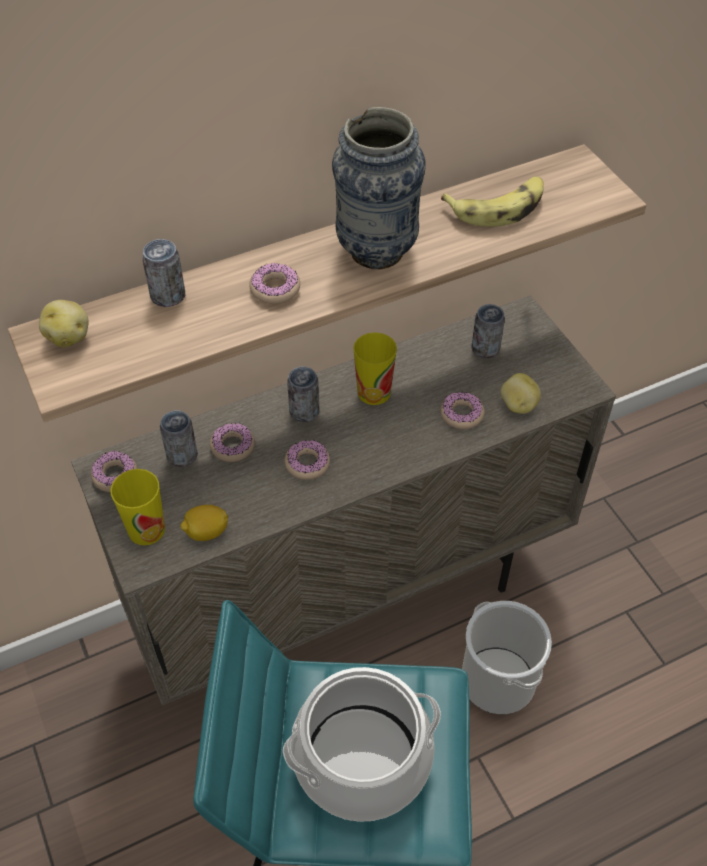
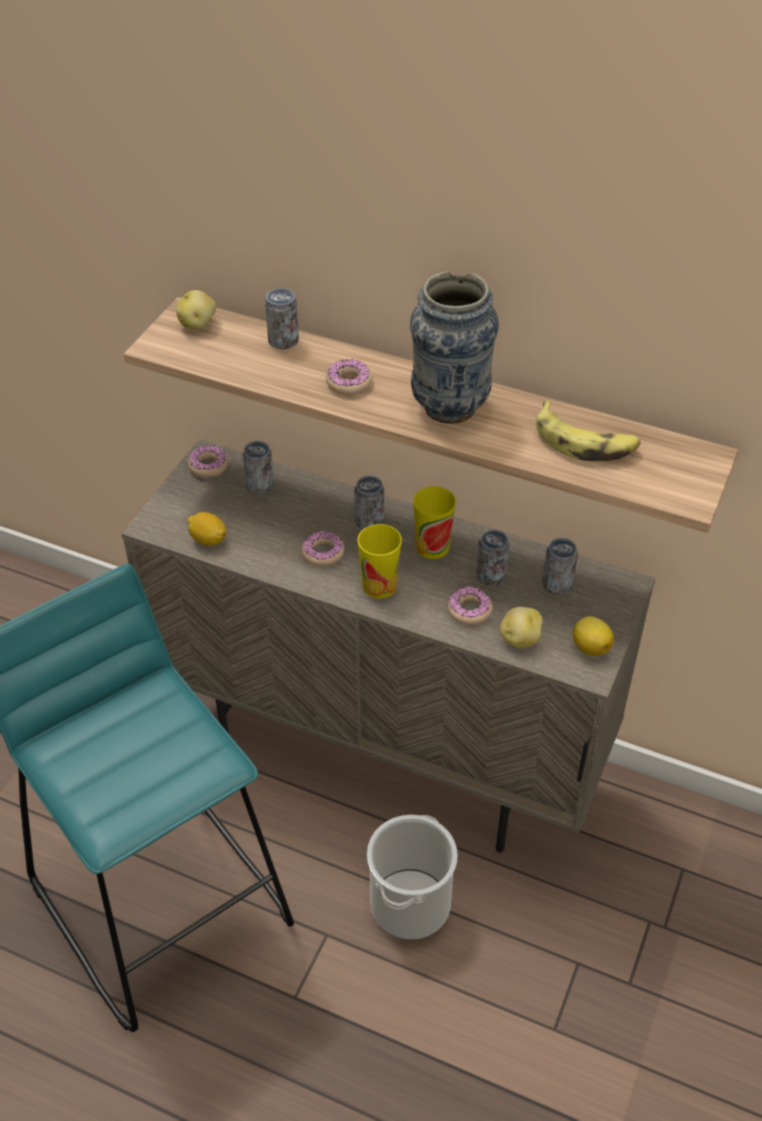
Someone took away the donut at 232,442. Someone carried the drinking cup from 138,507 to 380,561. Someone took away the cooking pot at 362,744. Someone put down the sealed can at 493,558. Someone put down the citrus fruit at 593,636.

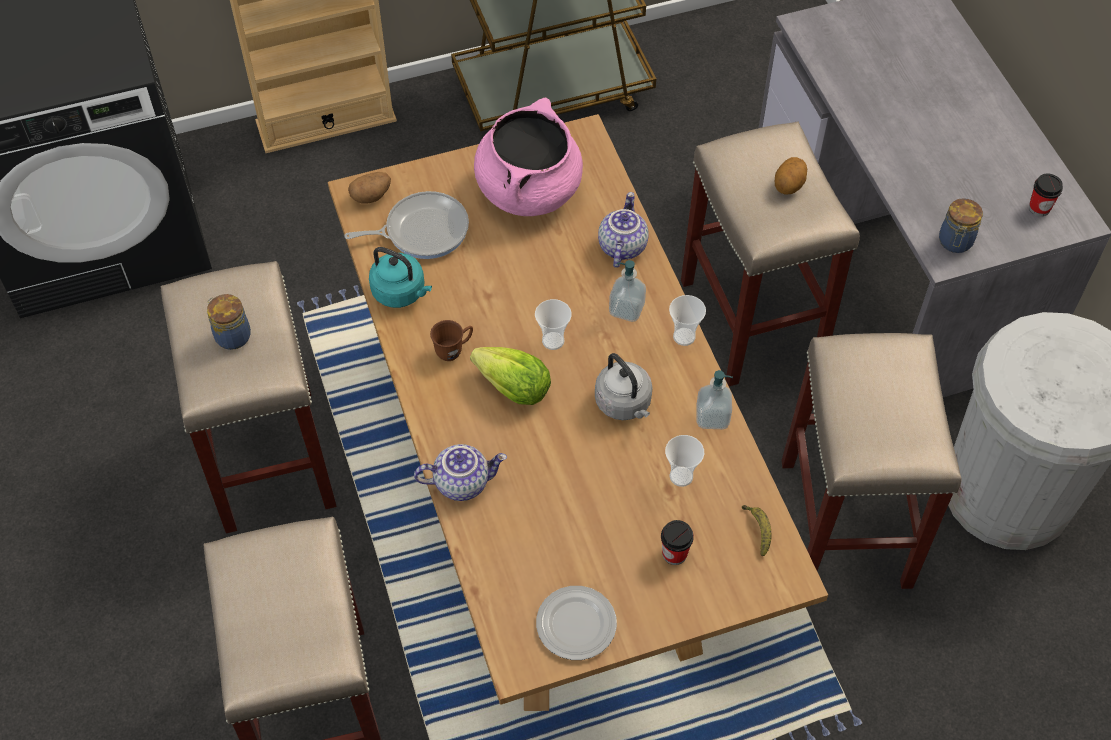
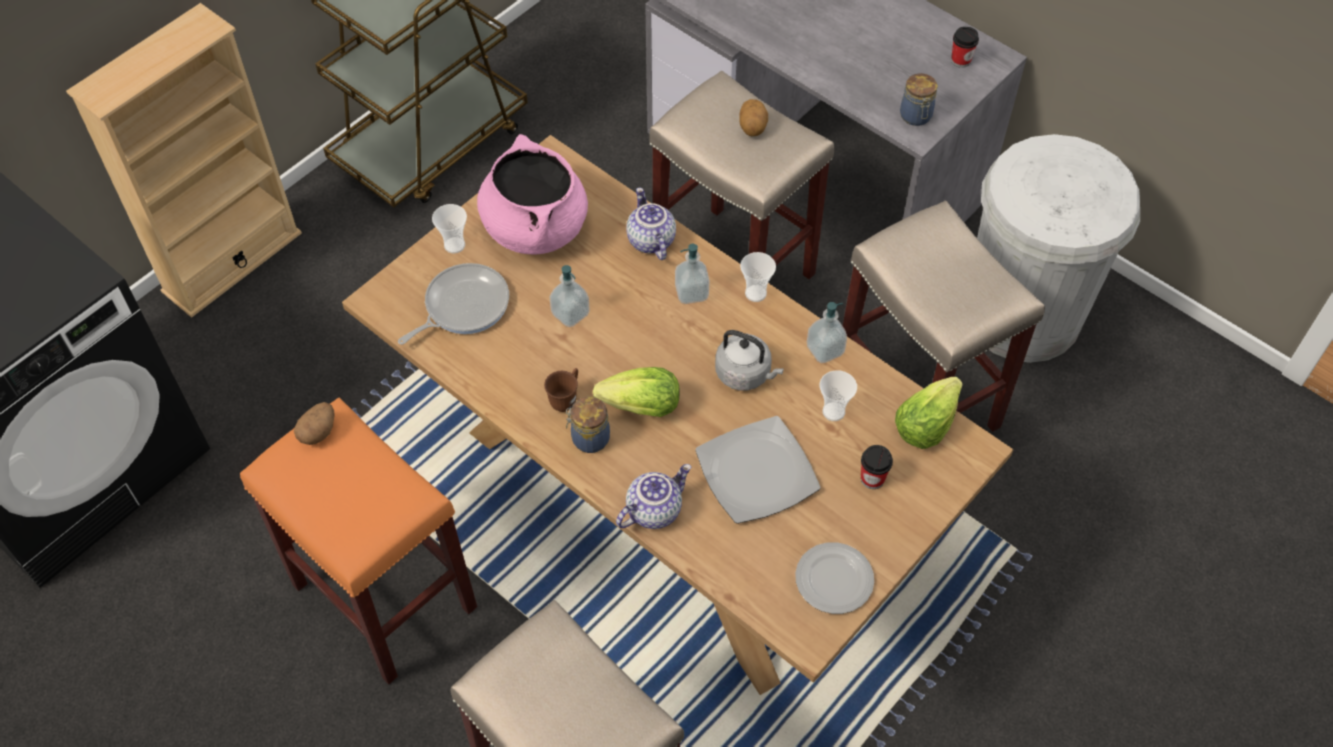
Someone carried the whole potato from 369,188 to 314,423. Someone took away the turquoise tea kettle at 400,277. Someone repainted the beige-coloured stool at 249,397, which became the orangey stool at 358,540. Someone carried the jar from 229,322 to 588,425. Someone carried the drinking cup from 553,324 to 449,229. Someone swapped the banana at 756,530 for the lettuce at 929,413. Someone put down the liquid soap bottle at 569,296. Someone put down the flat dish at 758,470.

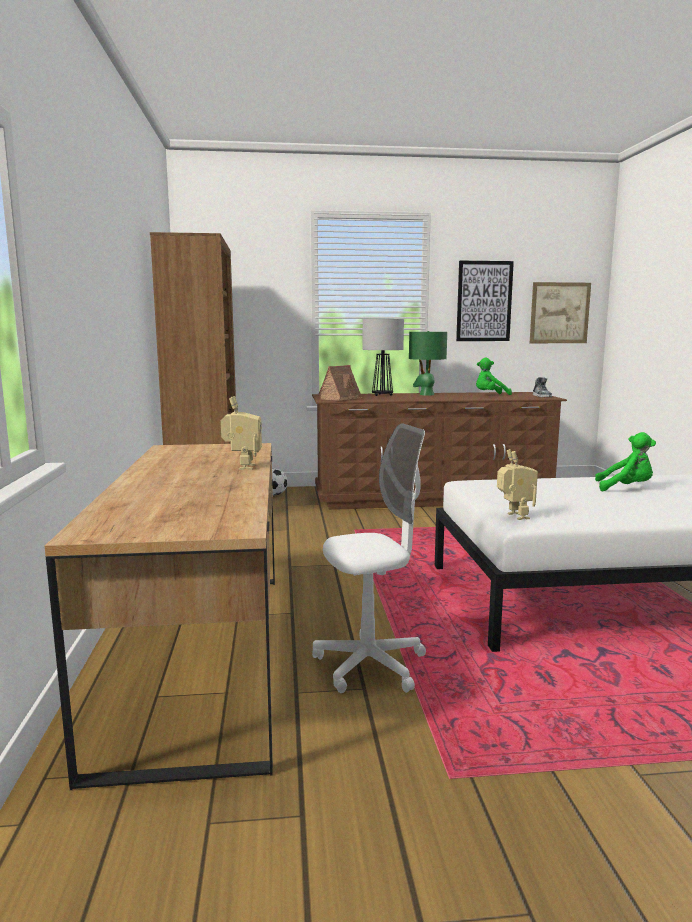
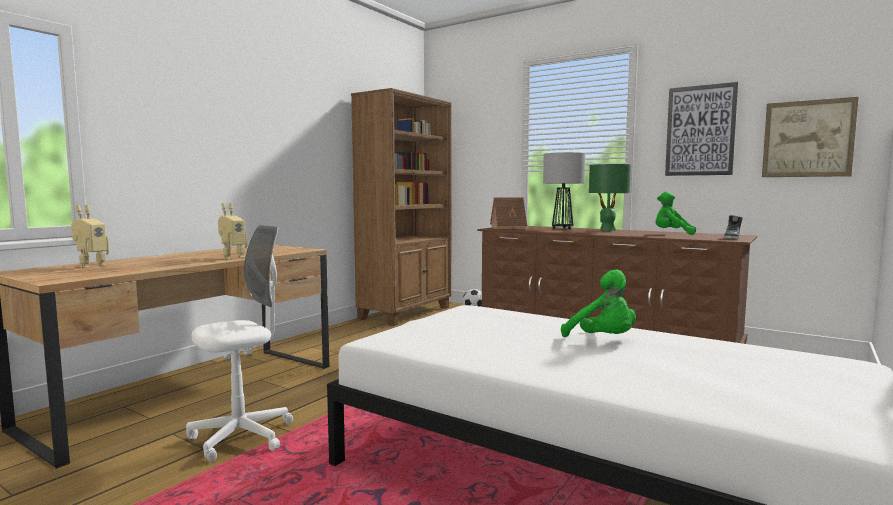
Someone rotated the whitish desk chair at 369,558 by 60 degrees counterclockwise. Someone carried the robot figure from 517,484 to 90,236.

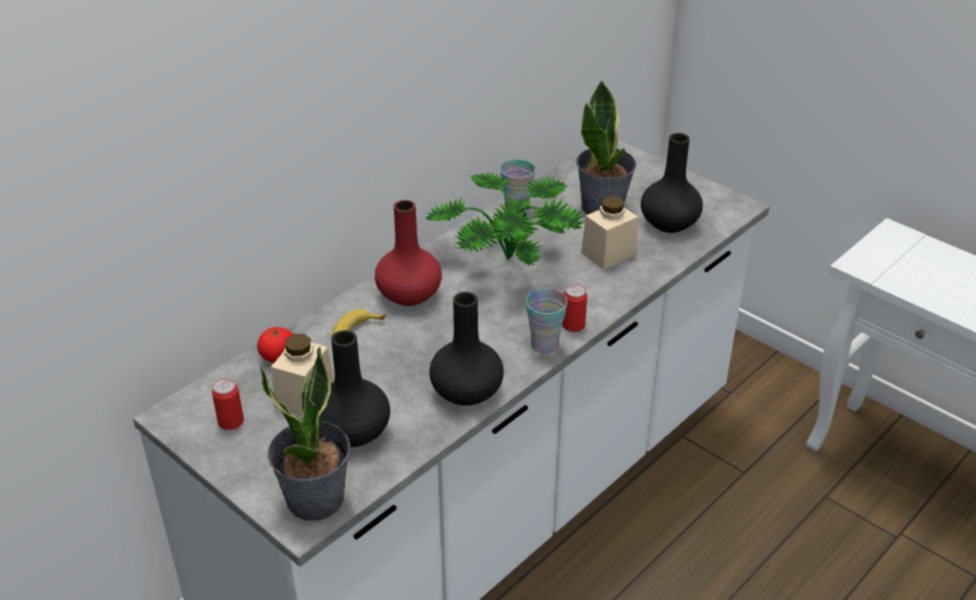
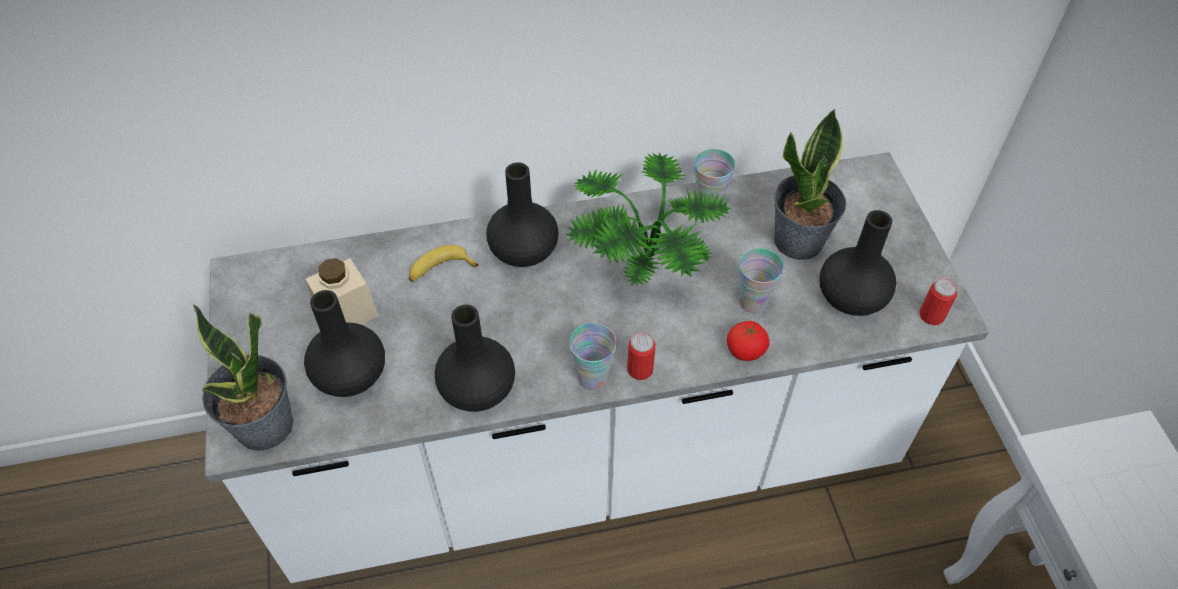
Someone swapped the beige-coloured jar at 609,233 for the drinking cup at 761,280. Someone repainted the reddish decorative vase at 408,253, which became the black-coloured decorative vase at 522,214. Someone carried the tomato from 275,345 to 748,341. Someone carried the sealed can from 228,404 to 938,301.

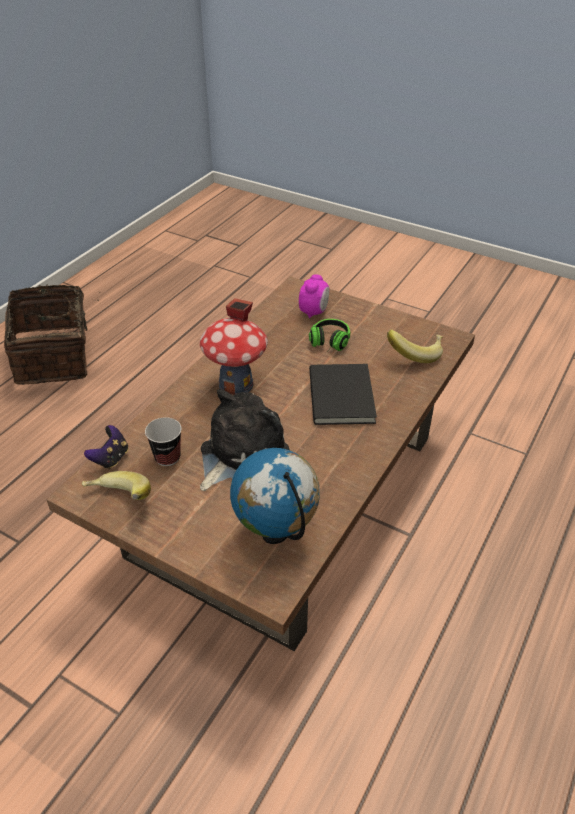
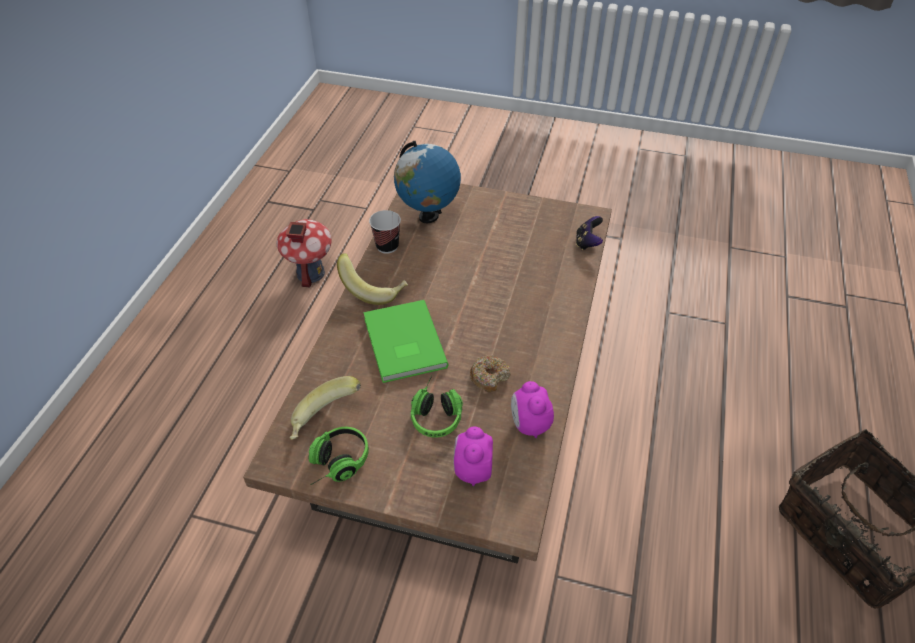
Someone carried the model house from 234,346 to 304,253. Someone repainted the black-coloured bound book at 343,394, which became the green-coloured bound book at 406,341. Someone took away the cuddly toy at 244,440. Someone carried the drinking cup from 163,441 to 385,232. Someone carried the banana from 116,485 to 372,279. Someone put down the donut at 490,374. Someone put down the table clock at 532,409. Someone put down the headset at 339,456.

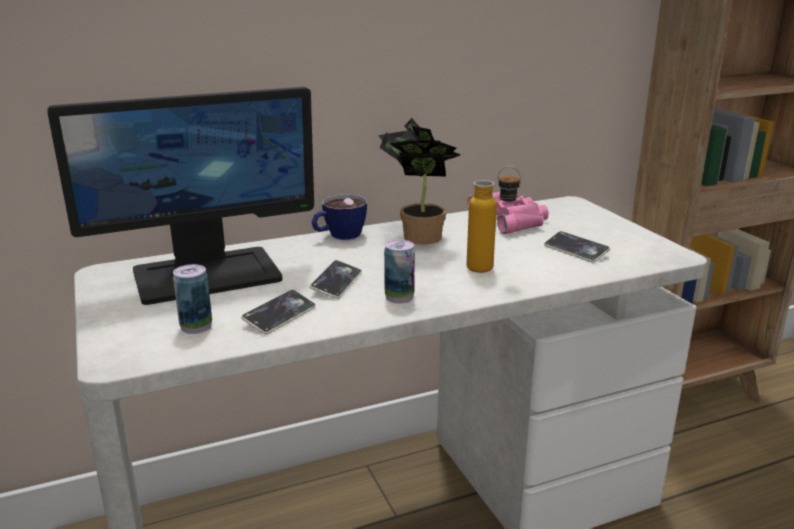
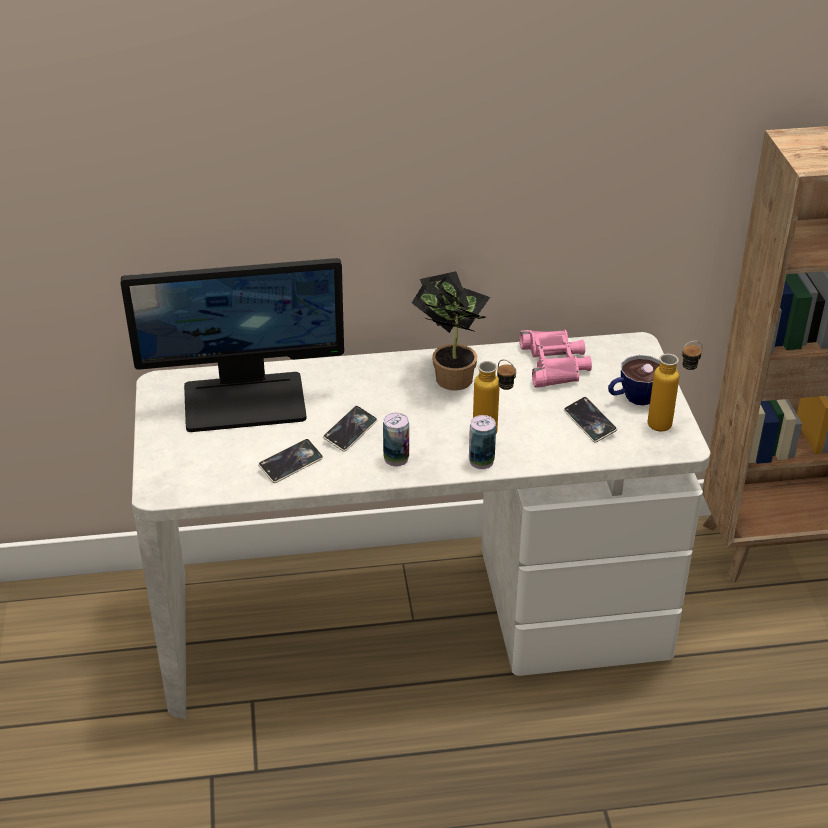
Someone carried the drinking cup from 339,217 to 634,380. Someone carried the sealed can from 192,299 to 482,442. Someone put down the beverage bottle at 675,386.

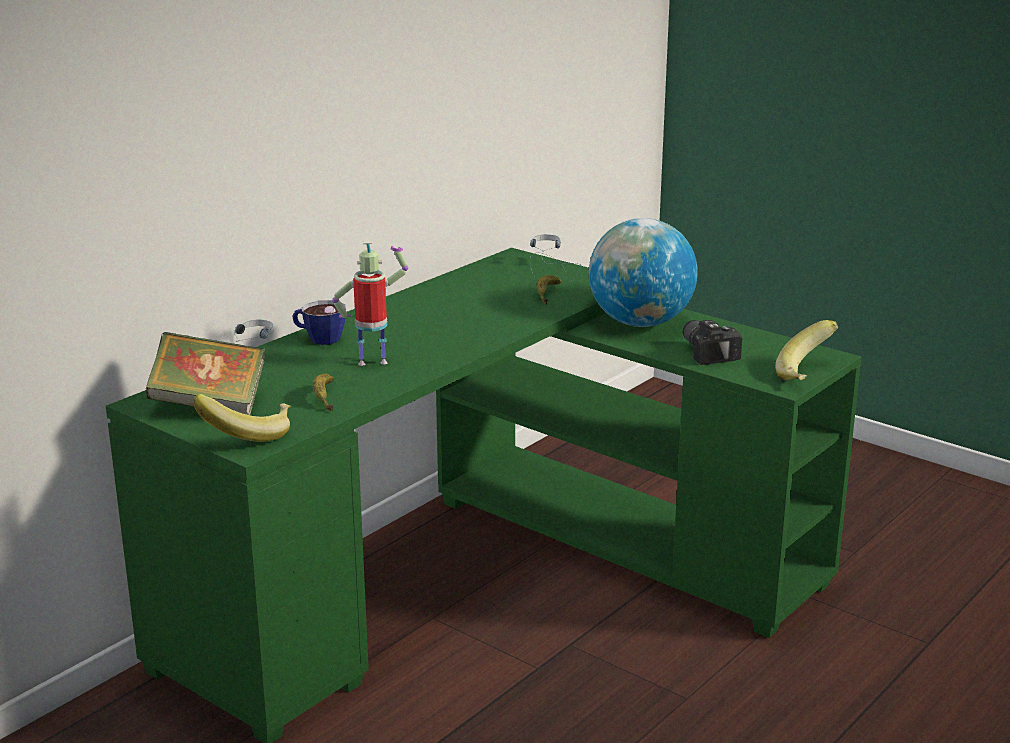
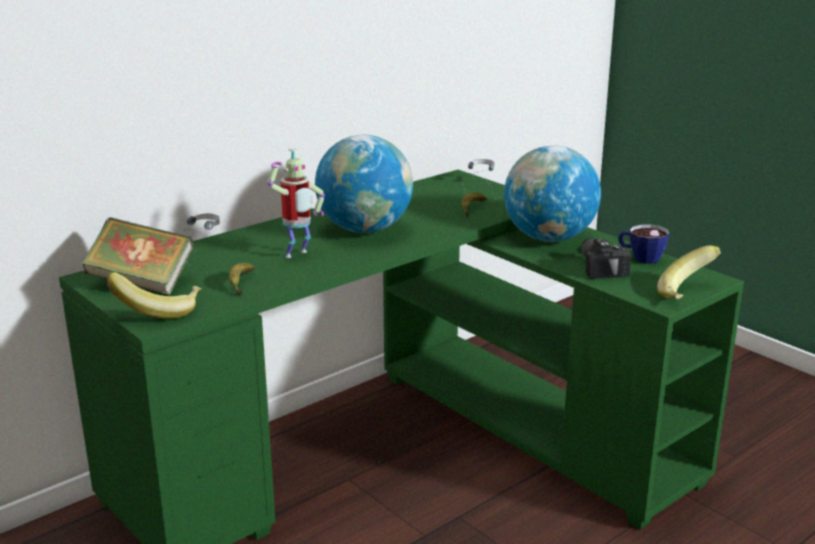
Someone rotated the robot figure at 370,303 by 135 degrees clockwise. Someone carried the drinking cup from 319,322 to 643,243. Someone put down the world globe at 364,184.

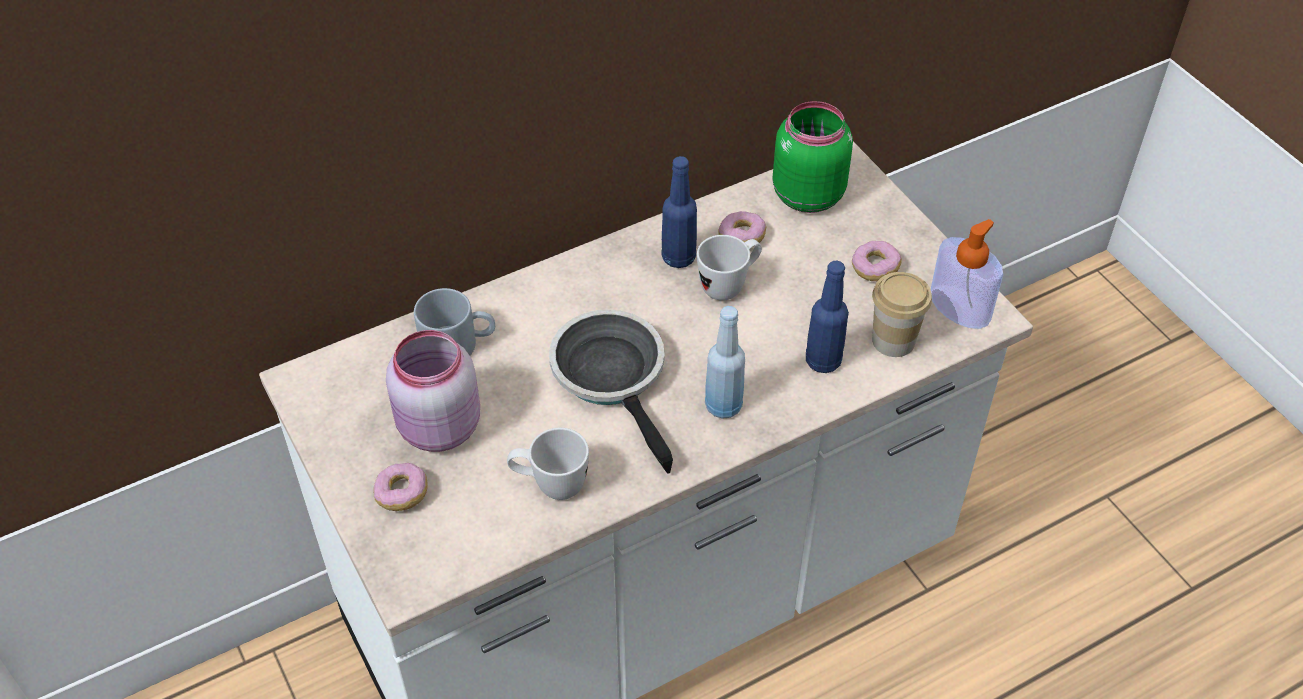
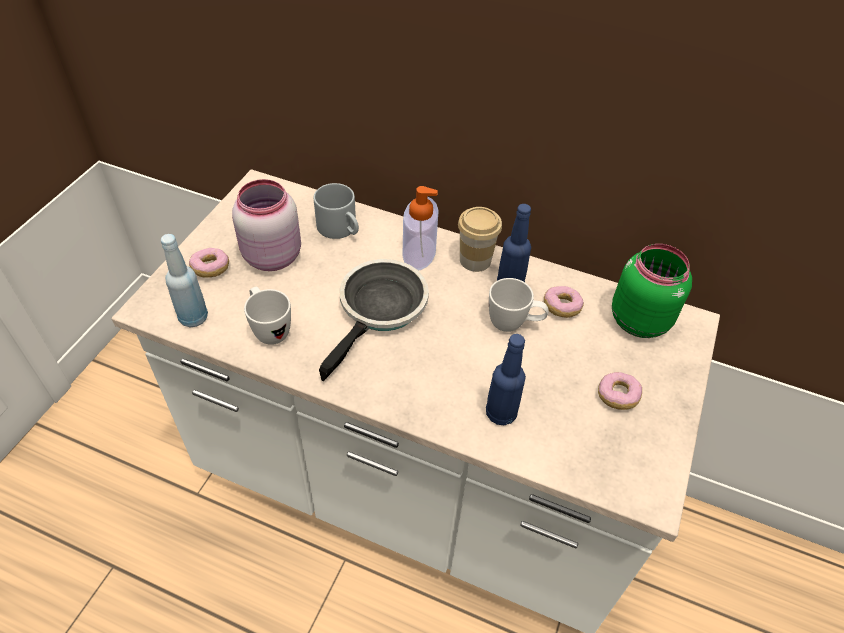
Someone carried the liquid soap bottle from 967,274 to 421,228. Someone carried the drinking cup from 902,314 to 480,239. Someone carried the bluish beverage bottle from 725,362 to 184,280.

